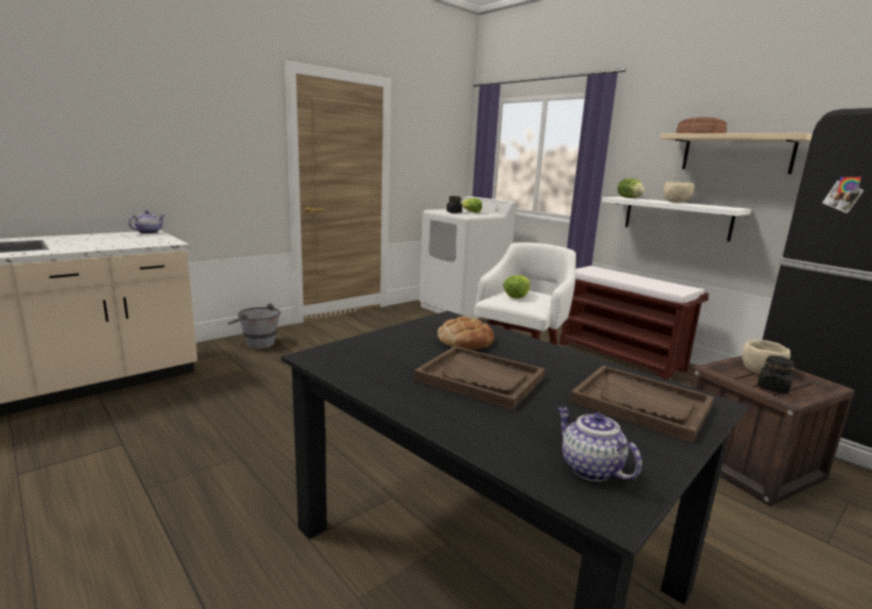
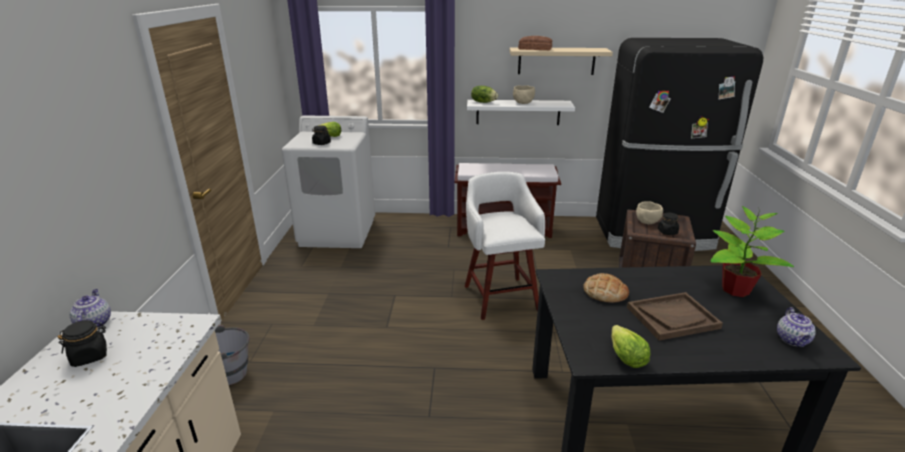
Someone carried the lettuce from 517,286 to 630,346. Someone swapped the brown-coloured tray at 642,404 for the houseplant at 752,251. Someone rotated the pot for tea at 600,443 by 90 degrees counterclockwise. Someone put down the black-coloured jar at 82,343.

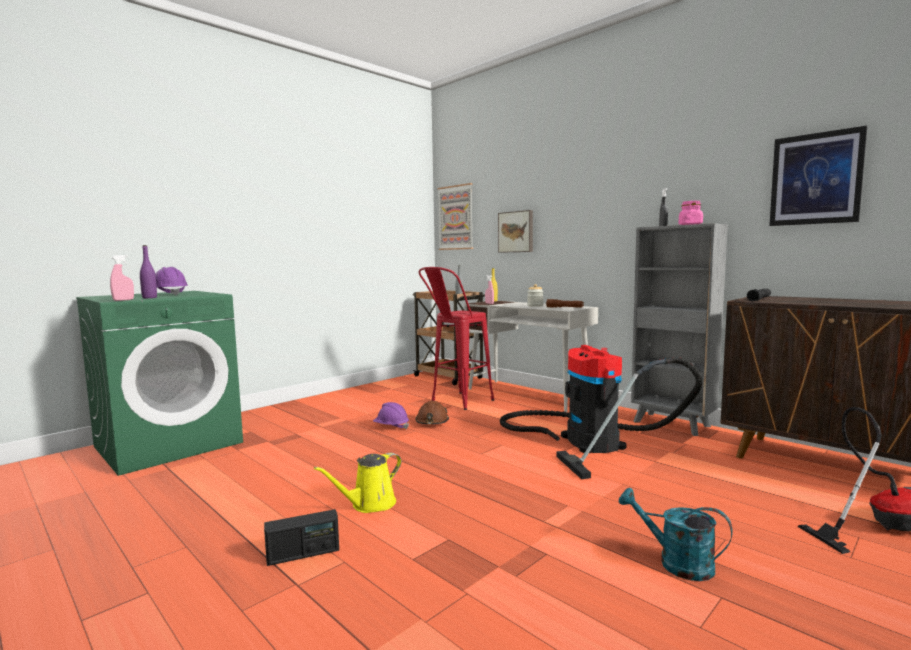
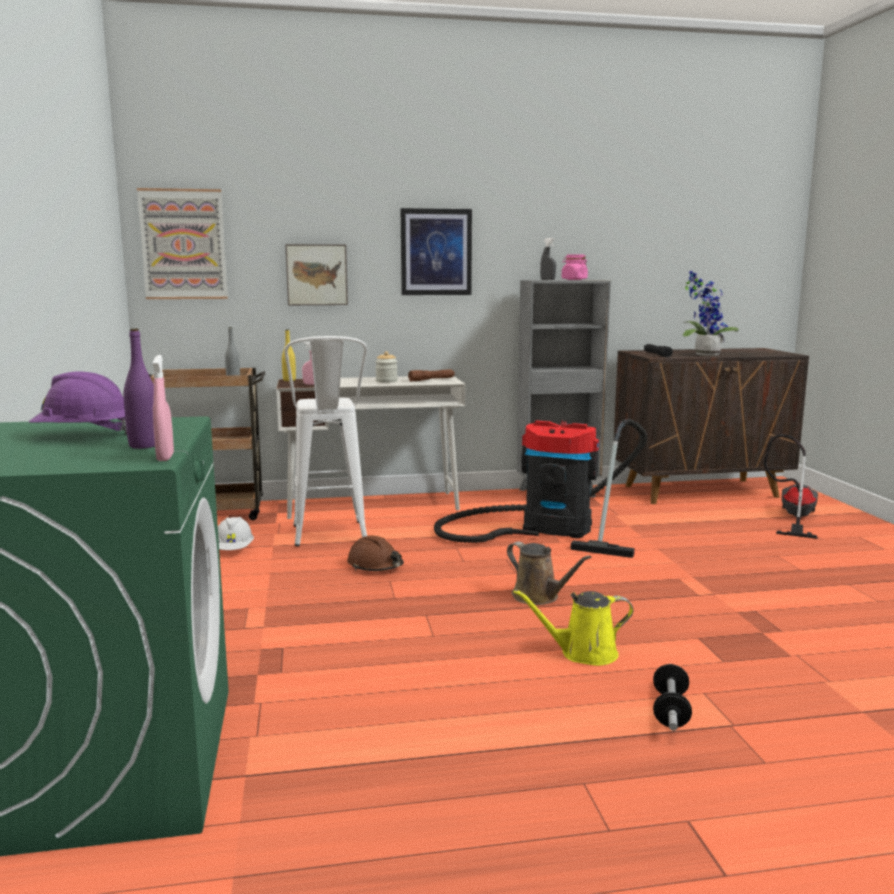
Someone carried the wall art from 818,176 to 436,251. Someone repainted the reddish stool at 456,338, which became the whitish stool at 325,441. Someone took away the purple safety helmet at 391,415. Someone rotated the yellow-coloured sprinkling can at 358,483 by 90 degrees clockwise. Someone took away the turquoise sprinkling can at 676,534. Someone swapped the radio set at 301,537 for the free weight at 672,697. Someone put down the houseplant at 711,313. Someone put down the whitish safety helmet at 236,533. Someone put down the brown-coloured sprinkling can at 549,573.

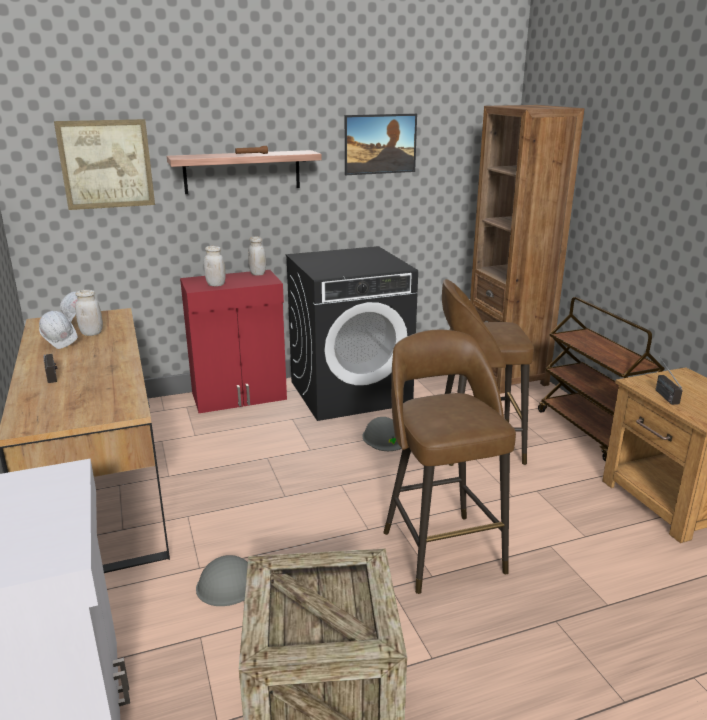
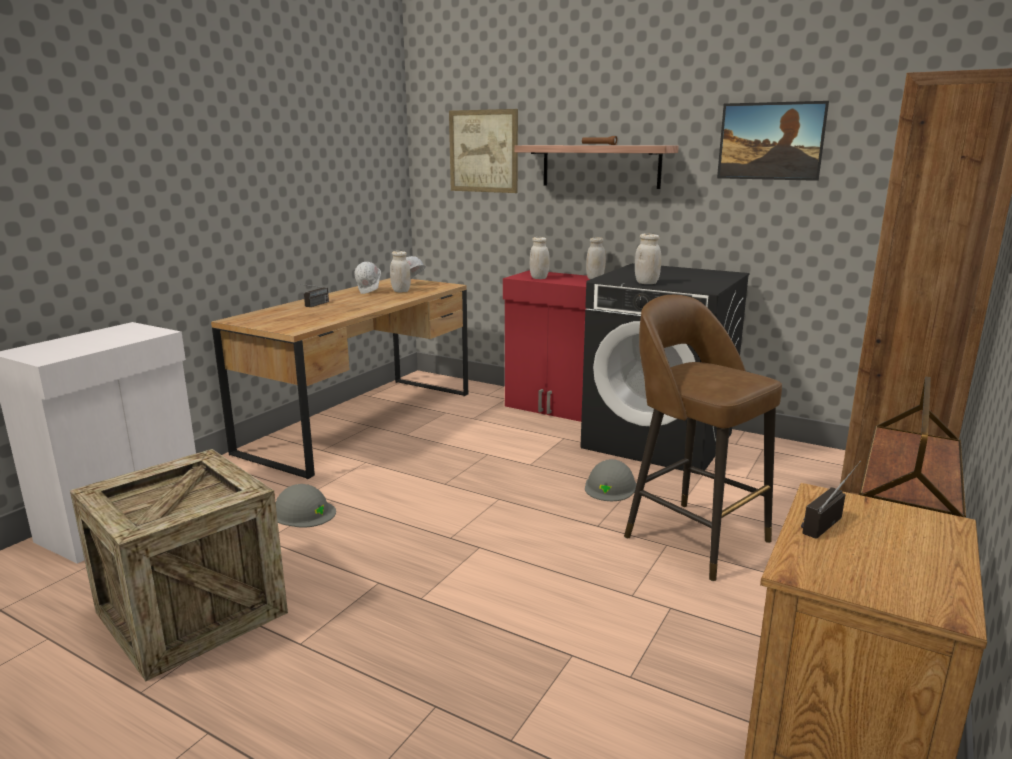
Someone took away the brown-coloured stool at 449,462. Someone put down the whitish jar at 648,258.

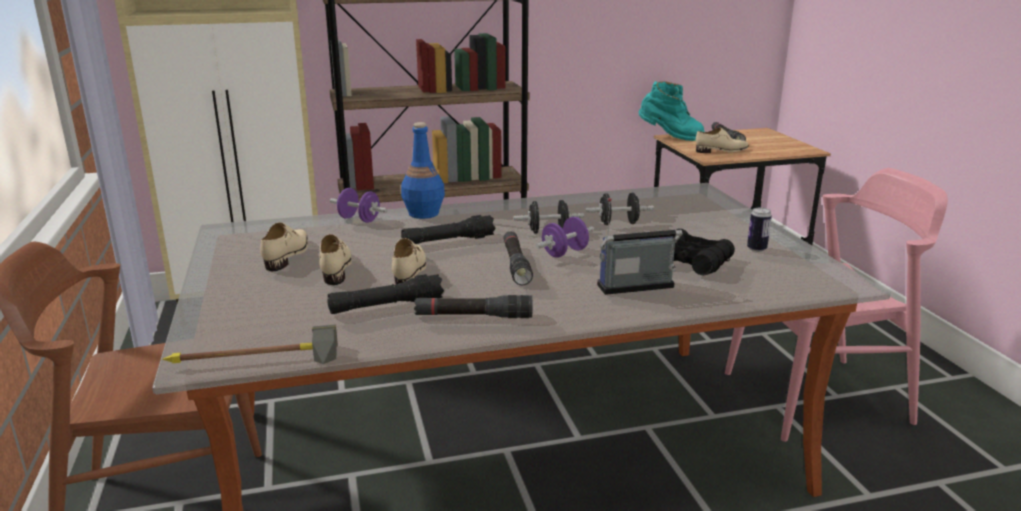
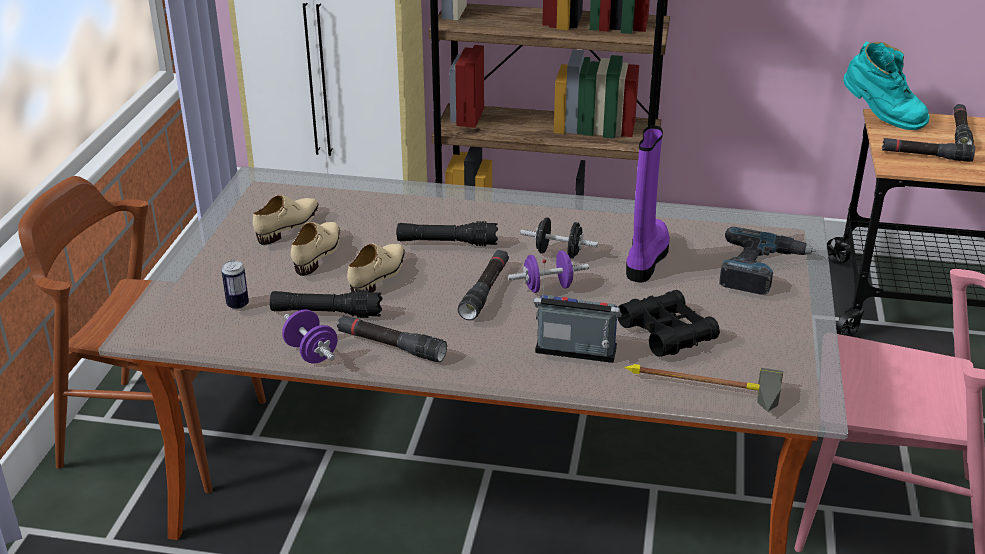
Someone took away the bluish beverage bottle at 423,170. Someone swapped the beige-coloured shoe at 722,140 for the black-coloured torch at 928,150. Someone carried the purple free weight from 358,205 to 309,336. Someone swapped the black-coloured free weight at 619,209 for the purple high-top boot at 648,203. Someone carried the sealed can from 759,230 to 235,285. Someone carried the hammer from 250,344 to 703,388. Someone put down the electric drill at 767,261.

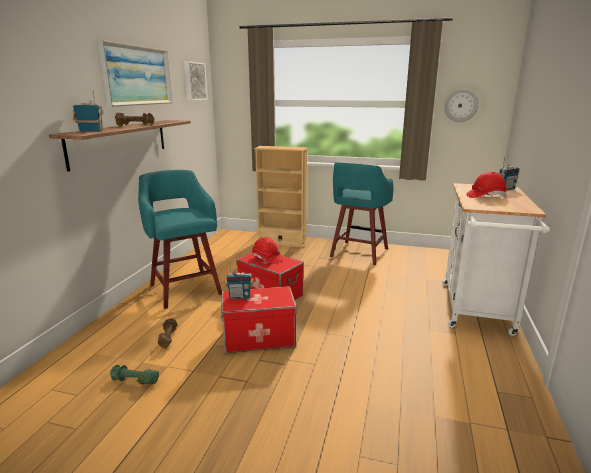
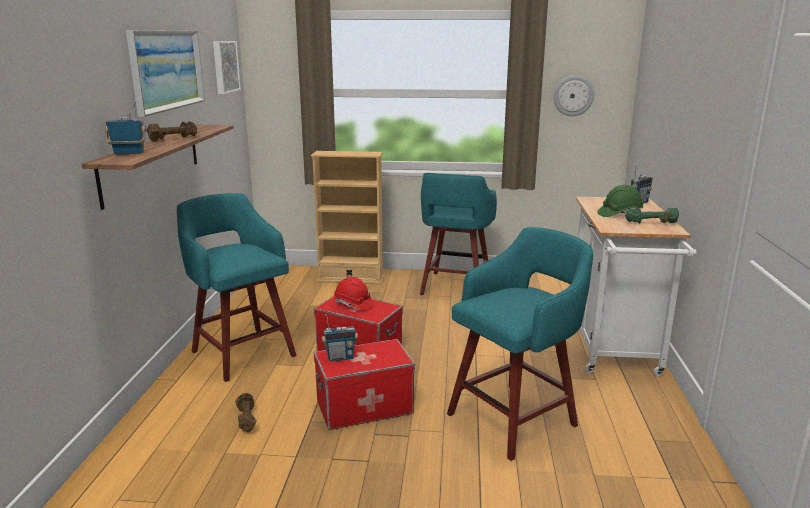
Someone repainted the reddish safety helmet at 486,184, which became the green-coloured safety helmet at 620,201. Someone carried the green-coloured free weight from 134,374 to 652,216. Someone put down the turquoise stool at 520,344.

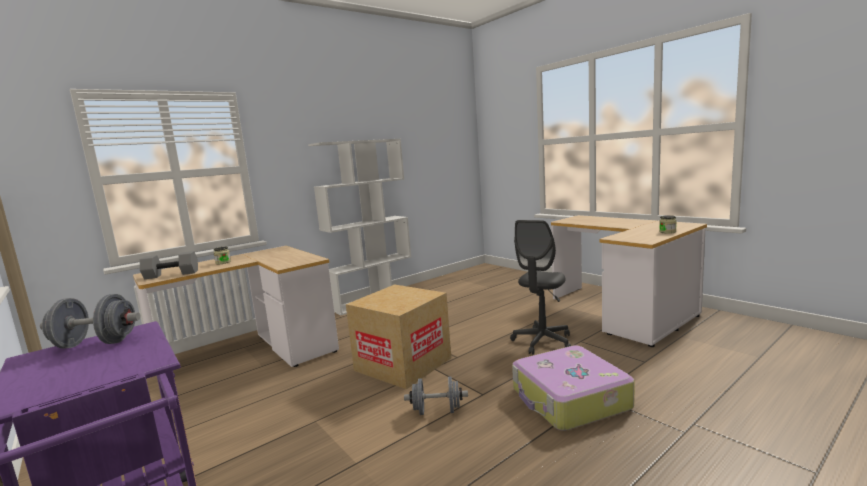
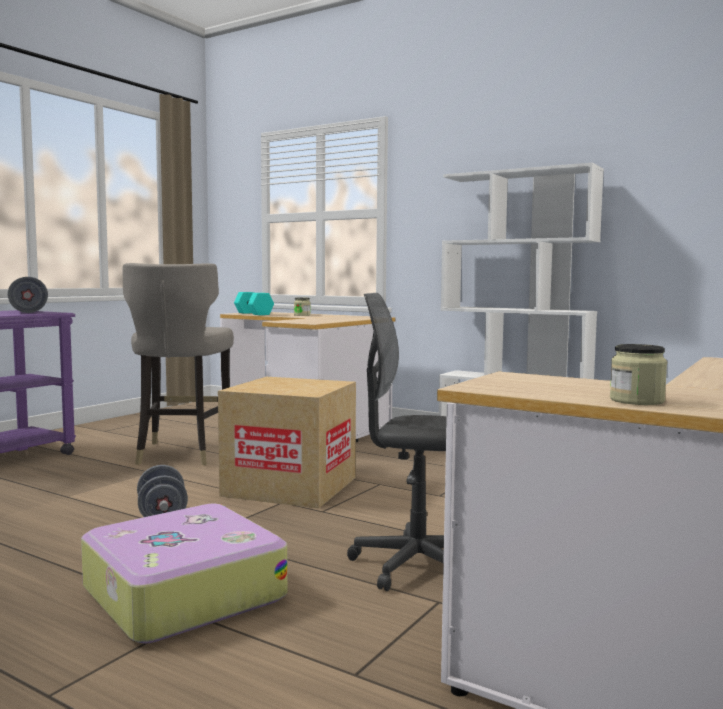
Someone repainted the grey free weight at 169,265, which became the turquoise free weight at 254,303. Someone put down the grey stool at 178,364.

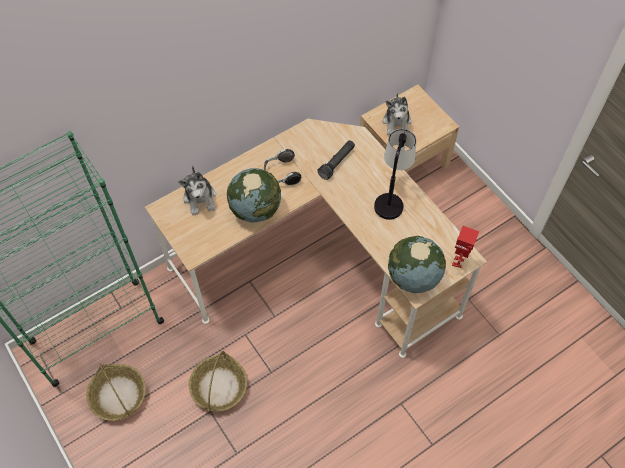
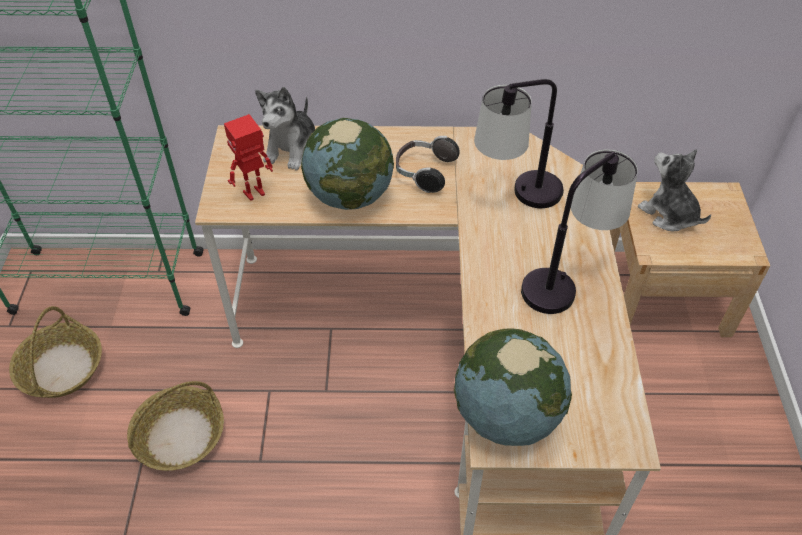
Someone rotated the cuddly toy at 397,114 by 105 degrees clockwise. Someone swapped the black-coloured torch at 336,160 for the tabletop lamp at 519,143. Someone carried the robot figure from 465,247 to 248,157.

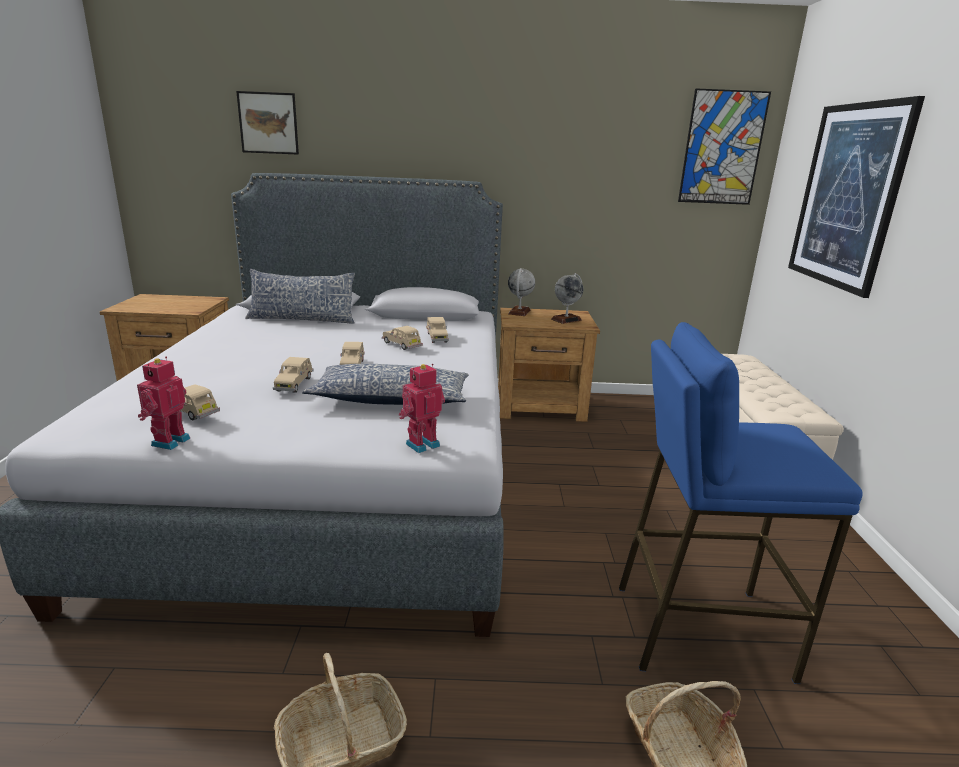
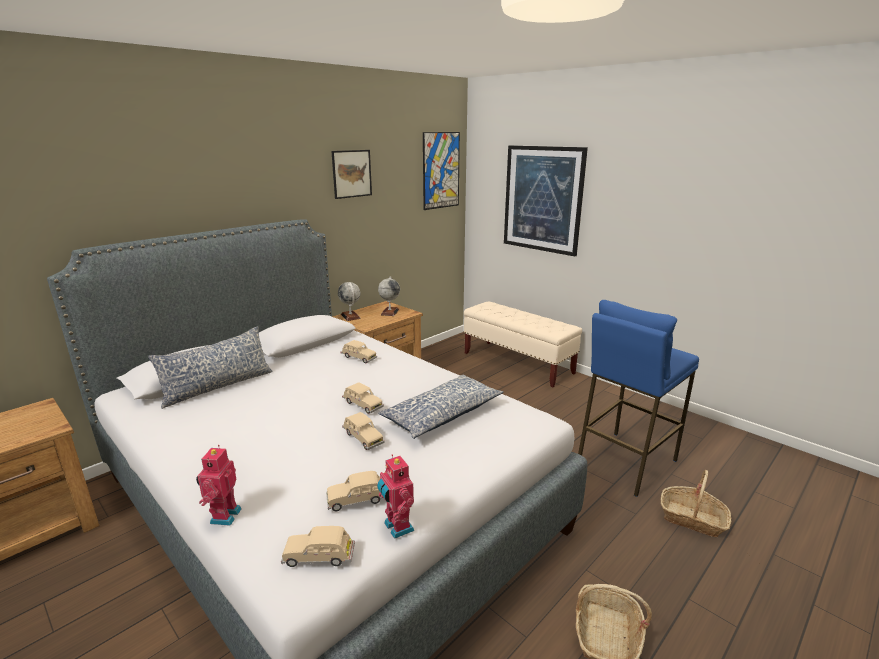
Someone carried the wall art from 267,123 to 351,174. Someone carried the beige-coloured miniature car from 402,338 to 318,546. Someone carried the robot figure from 422,408 to 219,485.

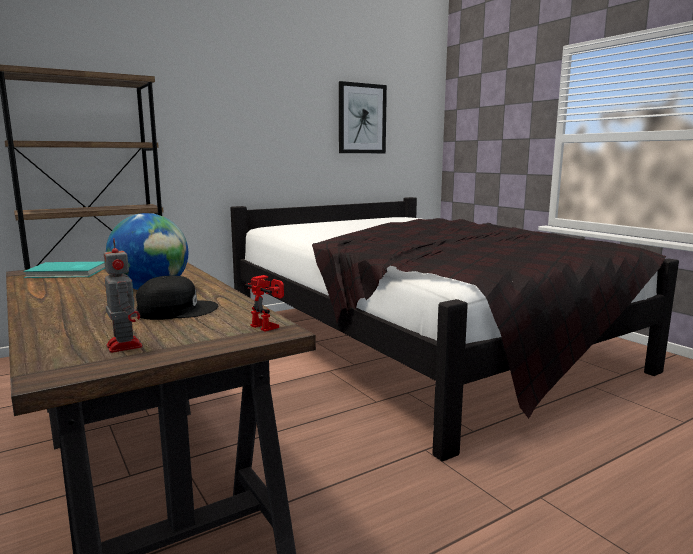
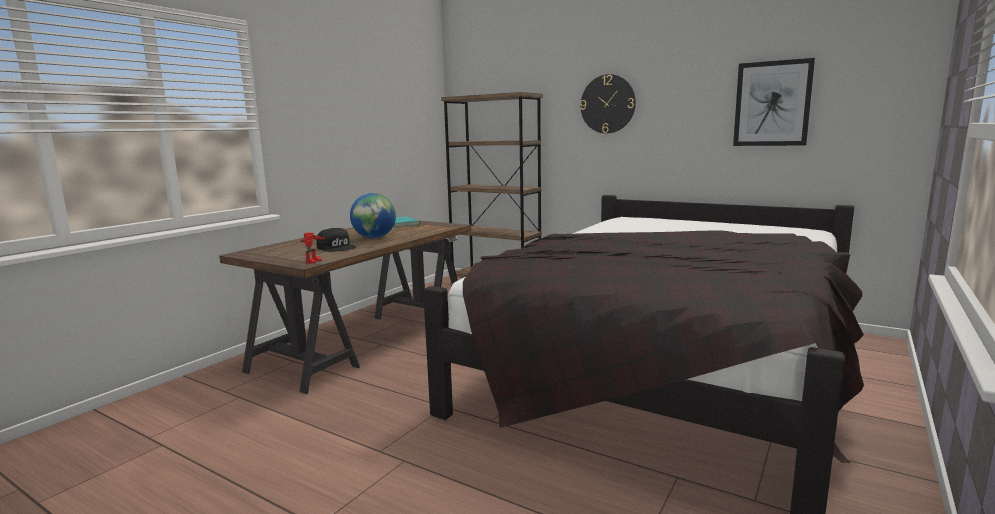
Someone took away the robot figure at 123,295. Someone put up the hanging clock at 608,104.

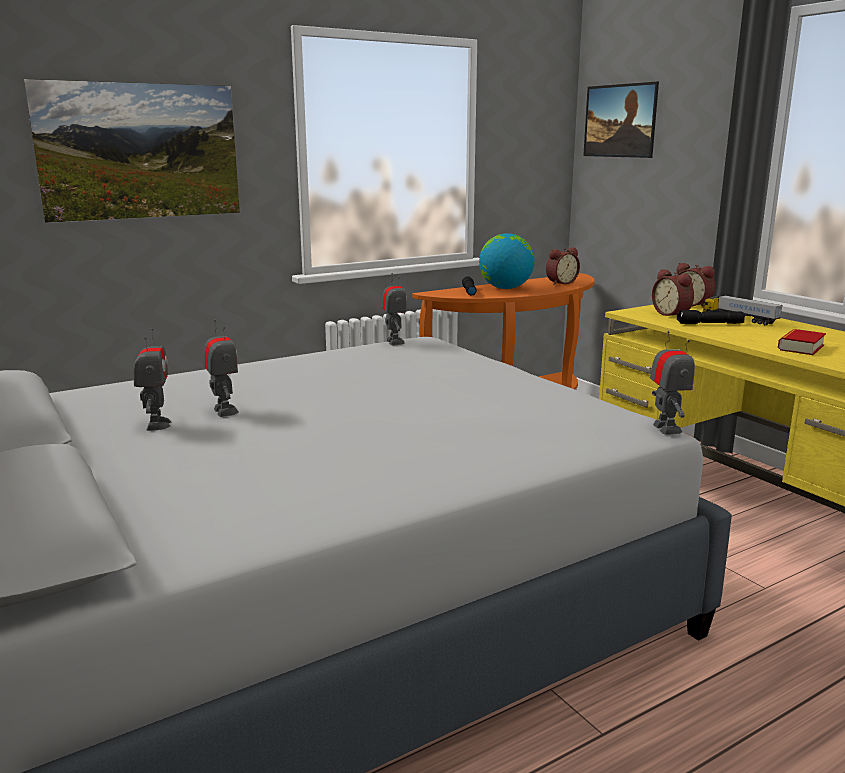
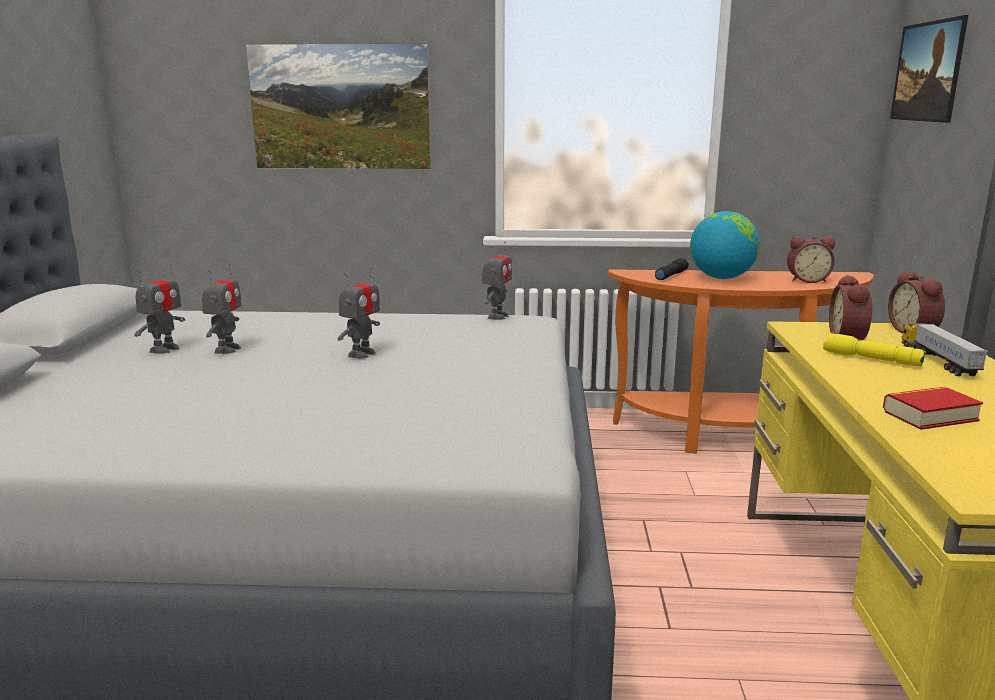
Someone repainted the black-coloured torch at 711,317, which became the yellow-coloured torch at 874,350. Someone carried the robot figure from 672,383 to 358,313.

